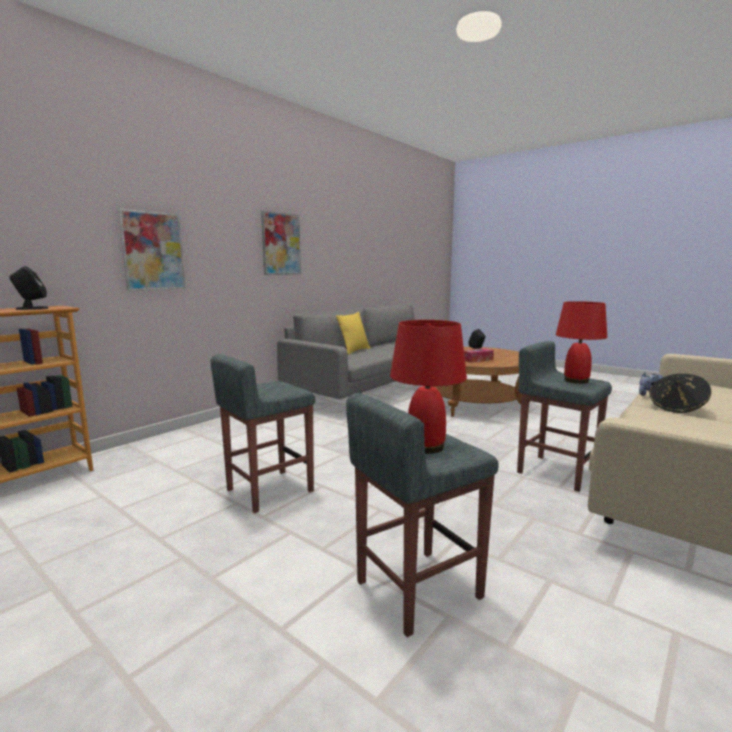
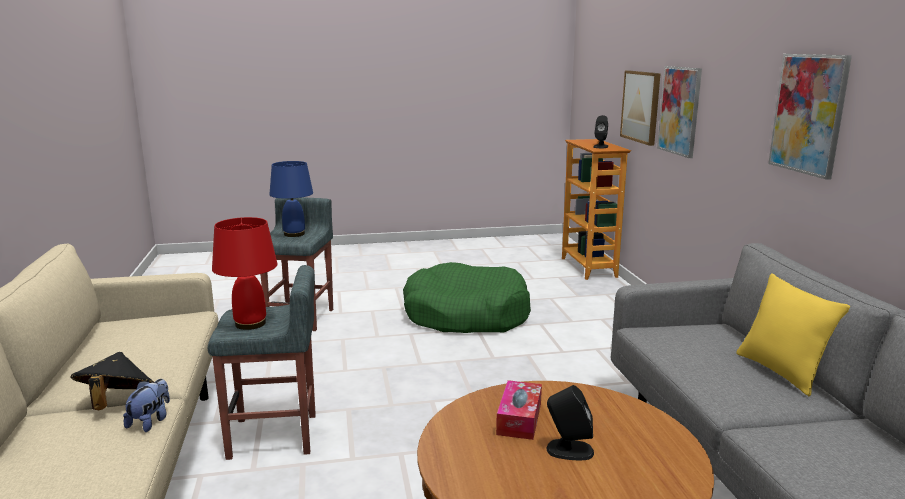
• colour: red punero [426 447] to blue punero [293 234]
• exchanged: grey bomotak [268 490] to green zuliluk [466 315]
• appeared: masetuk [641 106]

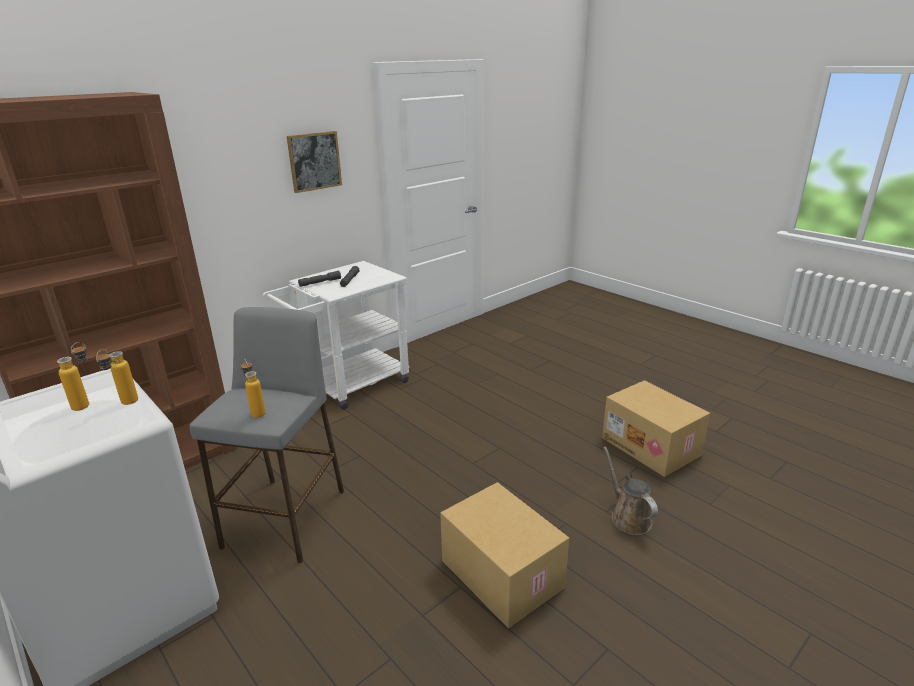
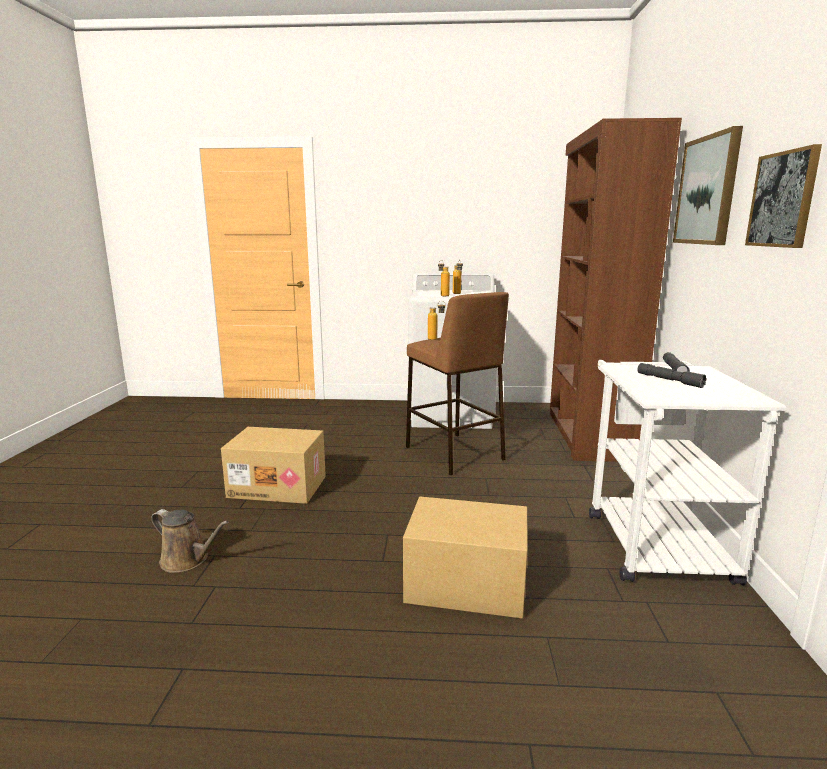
• colour: grey bomotak [286 517] to brown bomotak [454 453]
• relocated: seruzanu [652 446] to [465 585]
• appeared: masetuk [708 190]

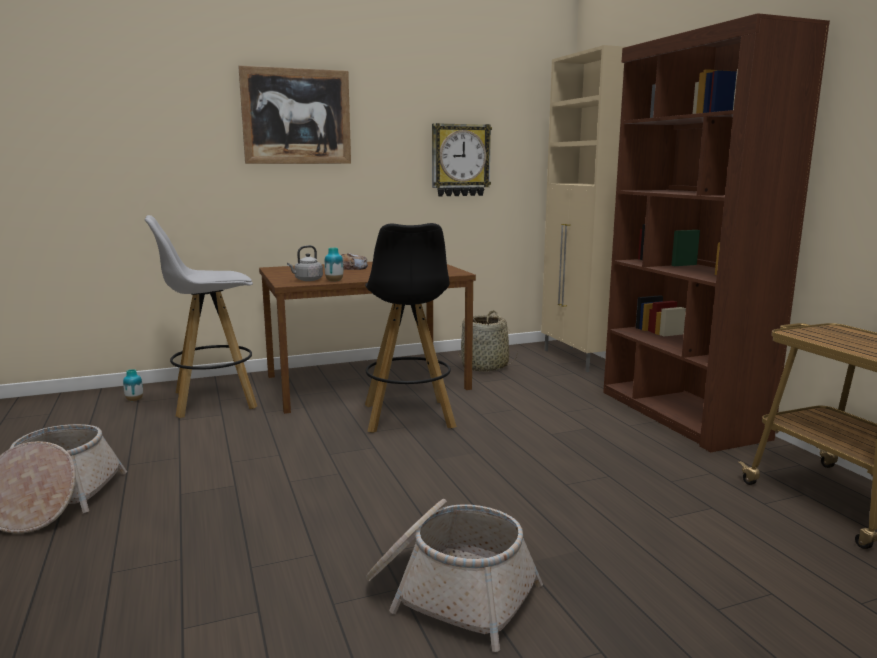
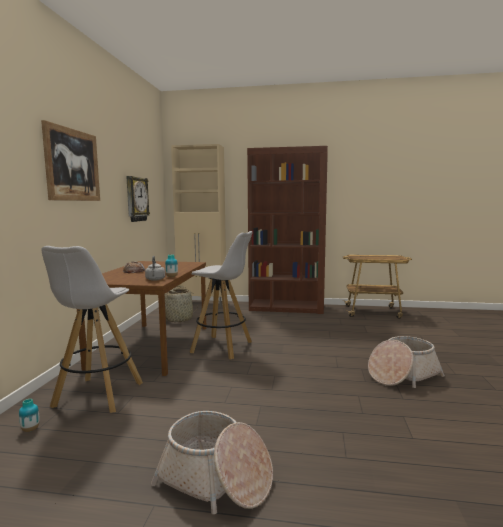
• colour: black bomotak [409 417] to white bomotak [223 347]

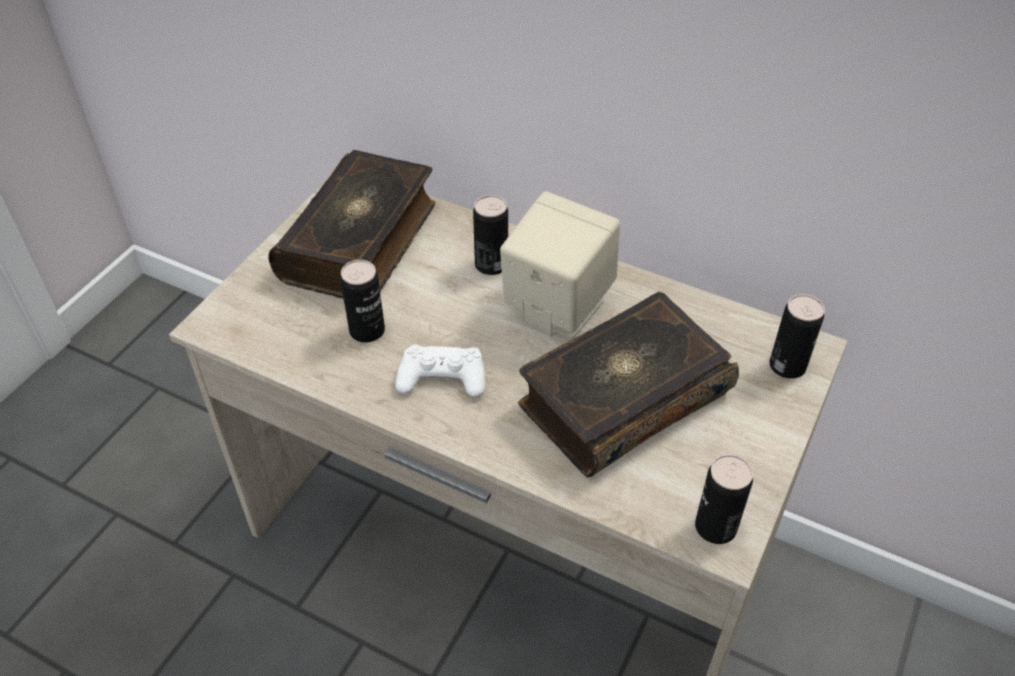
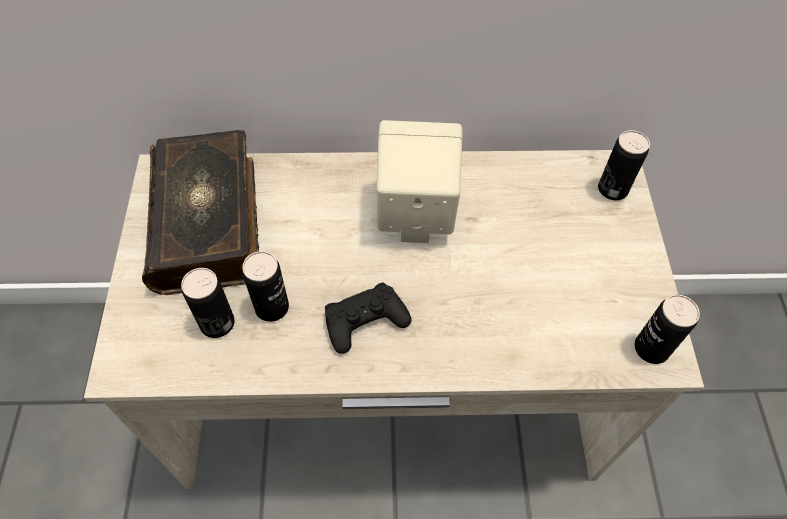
• relocated: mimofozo [491 265] to [217 323]
• missing: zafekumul [622 398]
• colour: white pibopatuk [442 377] to black pibopatuk [365 321]

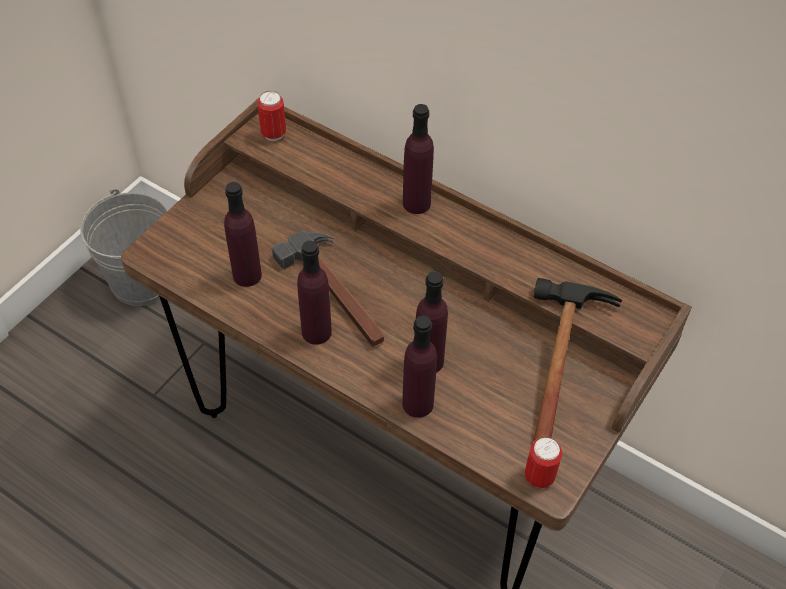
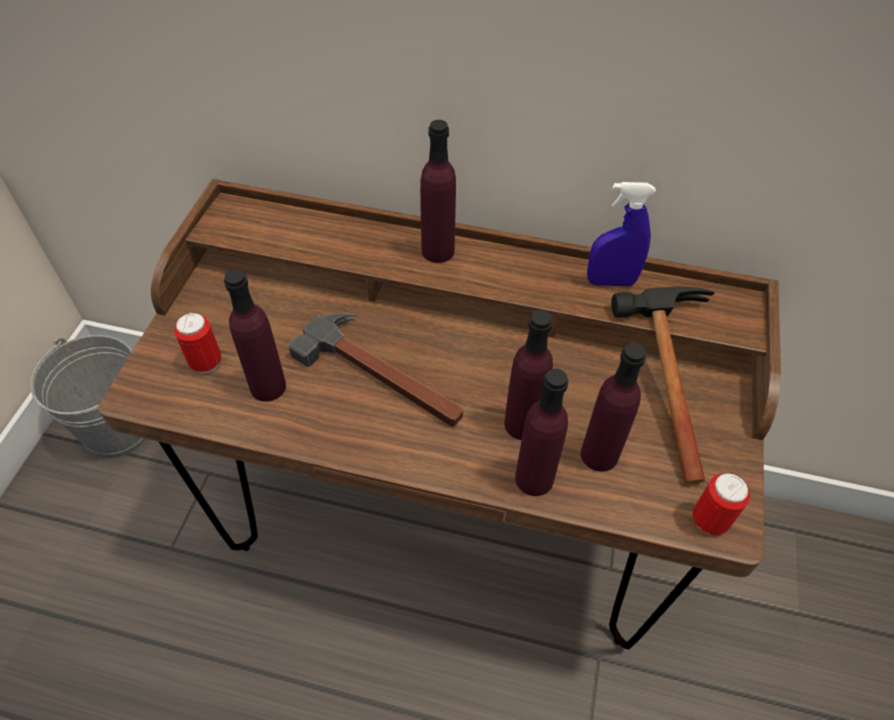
• relocated: mimofozo [273 134] to [206 362]
• relocated: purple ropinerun [316 332] to [599 455]
• appeared: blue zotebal [611 281]

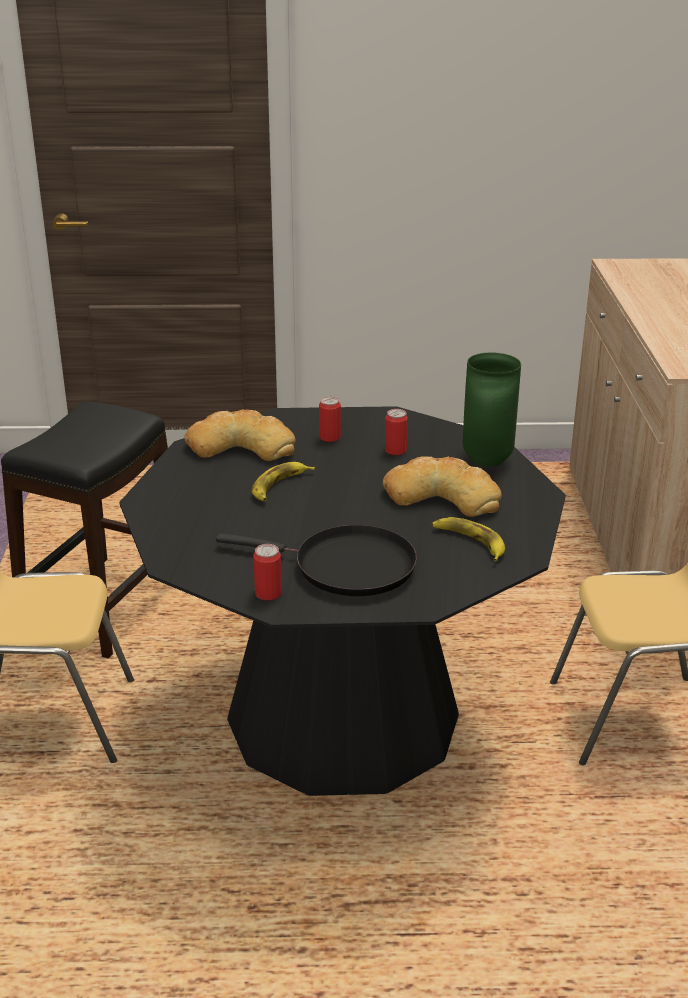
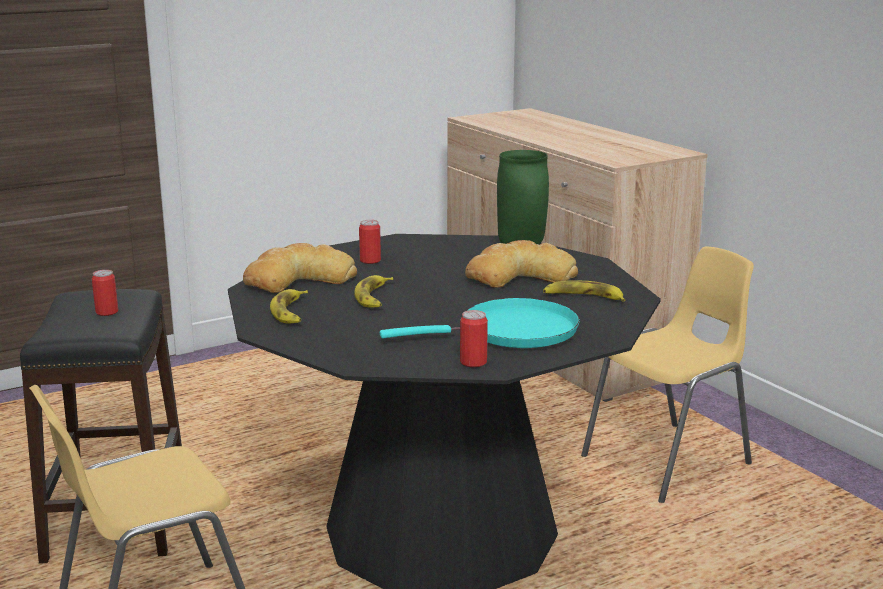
• relocated: mimofozo [395 450] to [107 312]
• colour: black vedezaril [346 567] to turquoise vedezaril [511 332]
• appeared: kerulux [291 312]

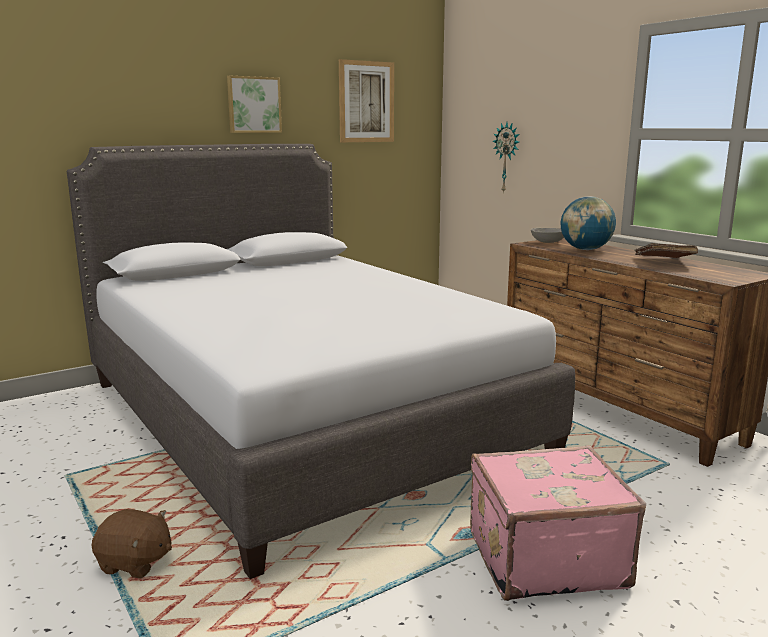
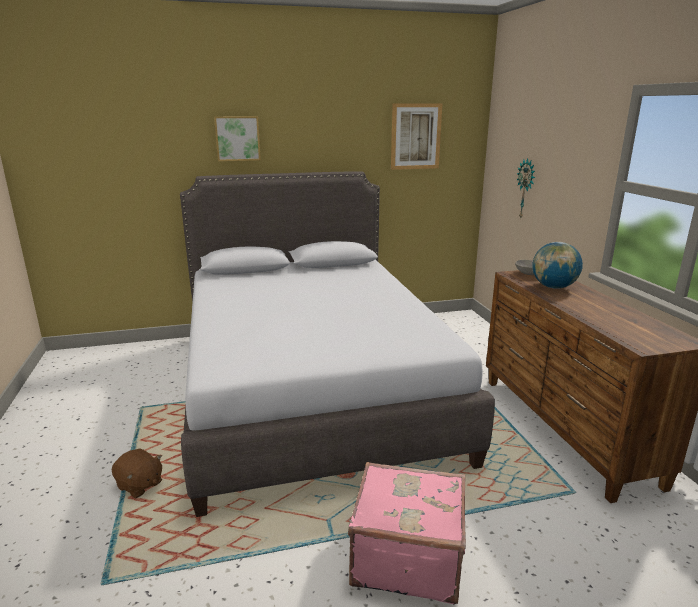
• relocated: masetuk [253 105] to [237 138]
• missing: brown zafekumul [663 262]

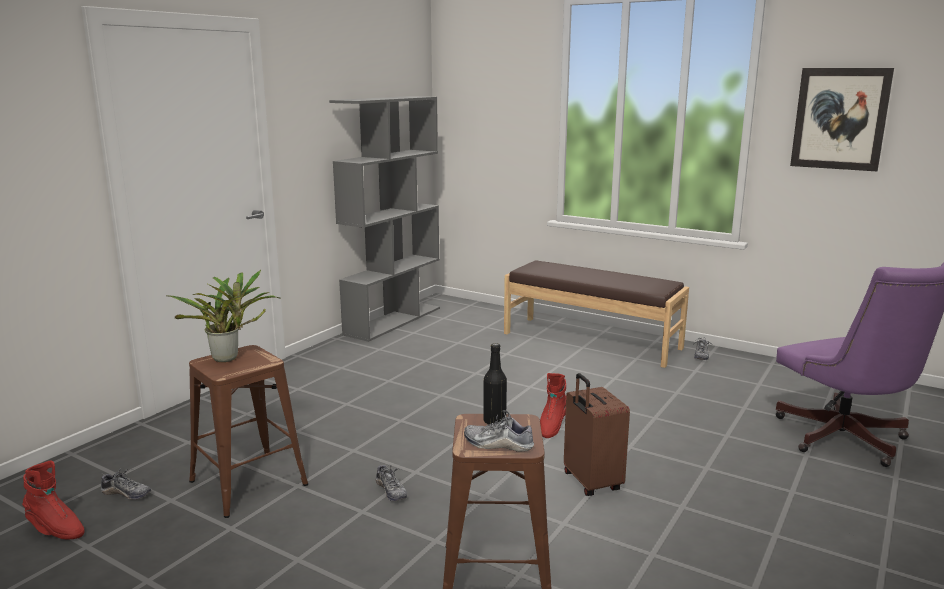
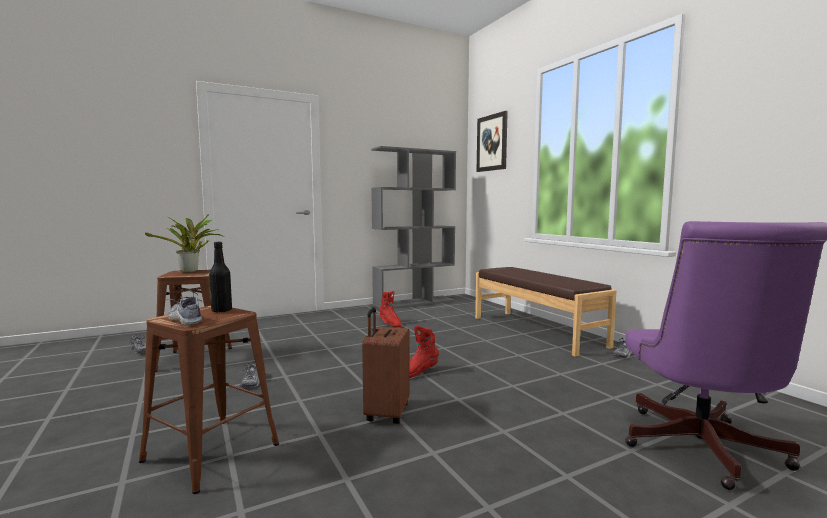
• relocated: masetuk [840 119] to [492 143]
• relocated: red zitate [55 530] to [390 324]

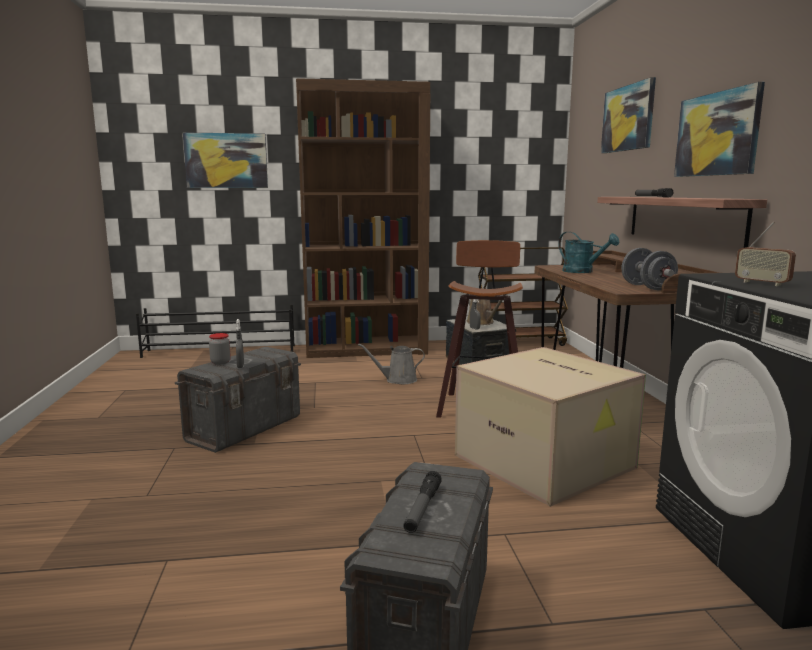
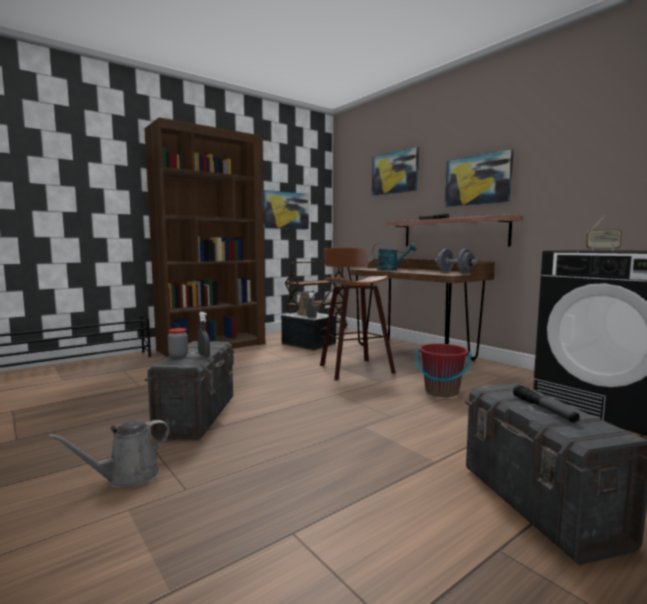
• relocated: masetuk [226 160] to [284 210]
• relocated: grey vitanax [398 380] to [128 477]
• exchanged: seruzanu [547 461] to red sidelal [441 392]

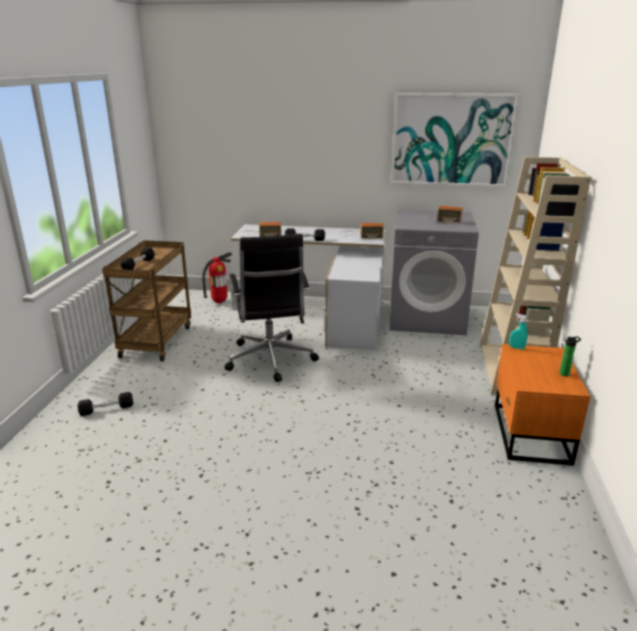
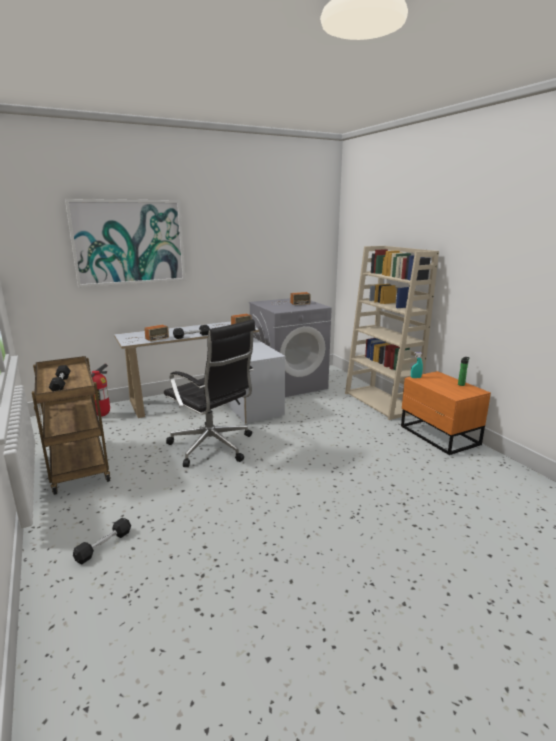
• relocated: masetuk [451 140] to [129 242]

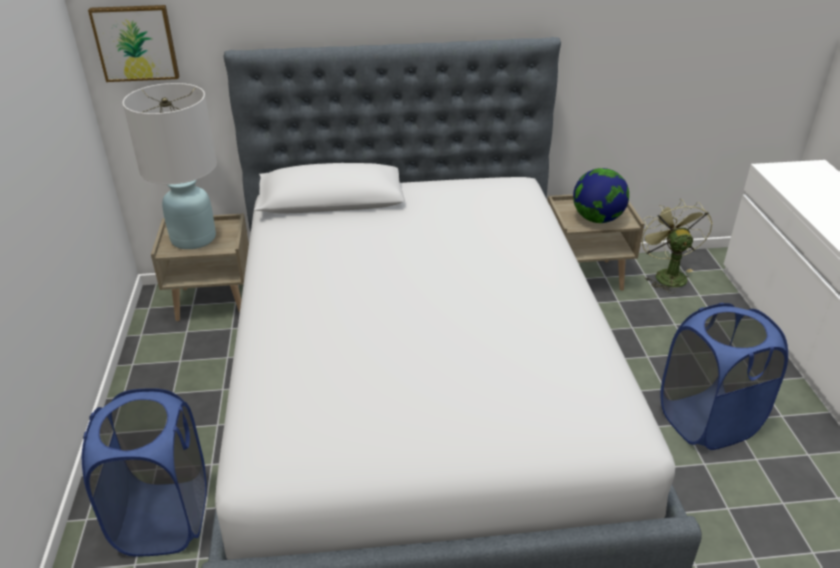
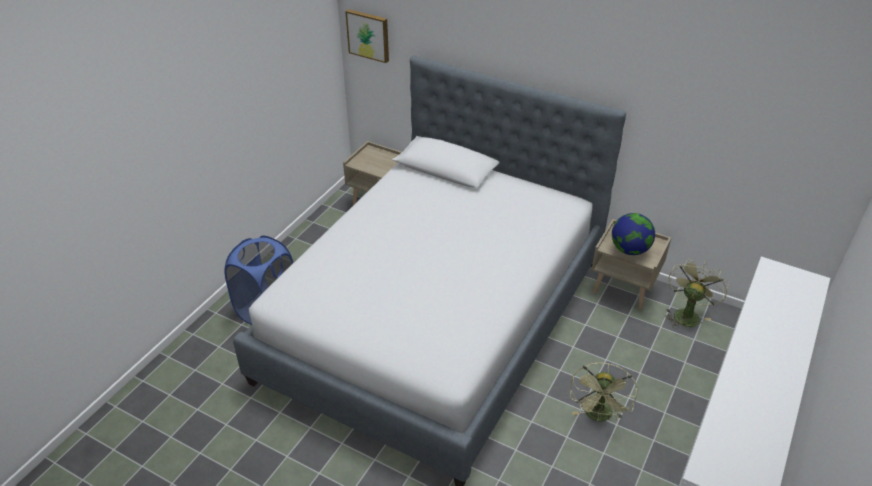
• missing: white punero [194 238]
• exchanged: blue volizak [707 421] to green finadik [598 416]

